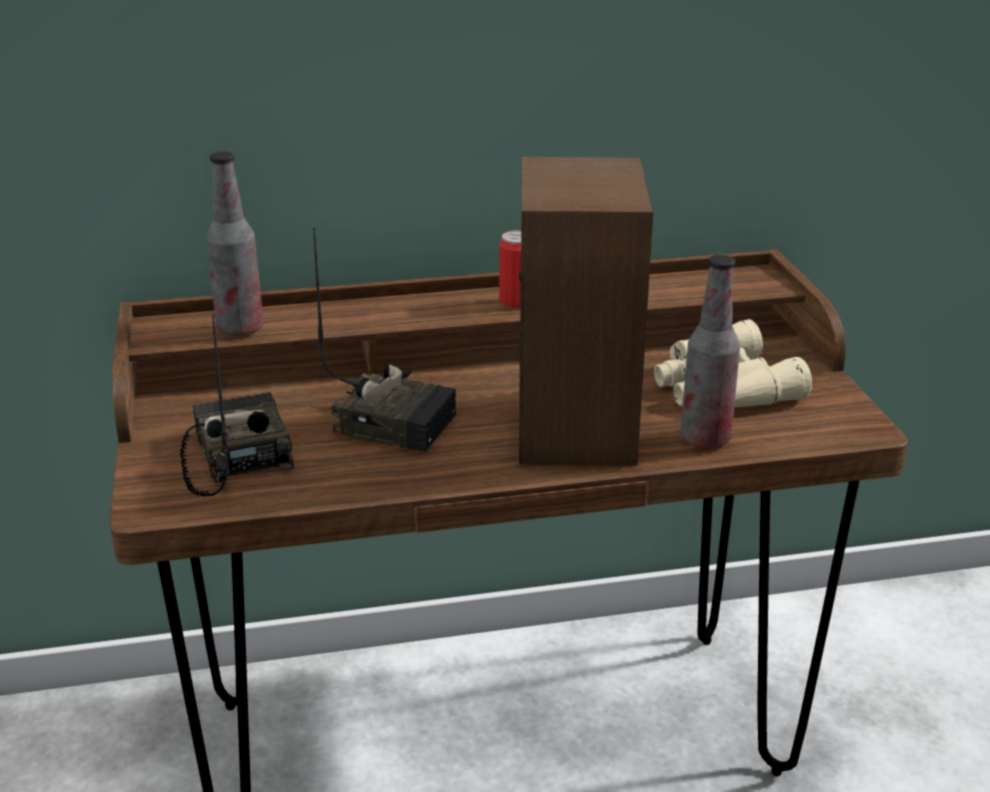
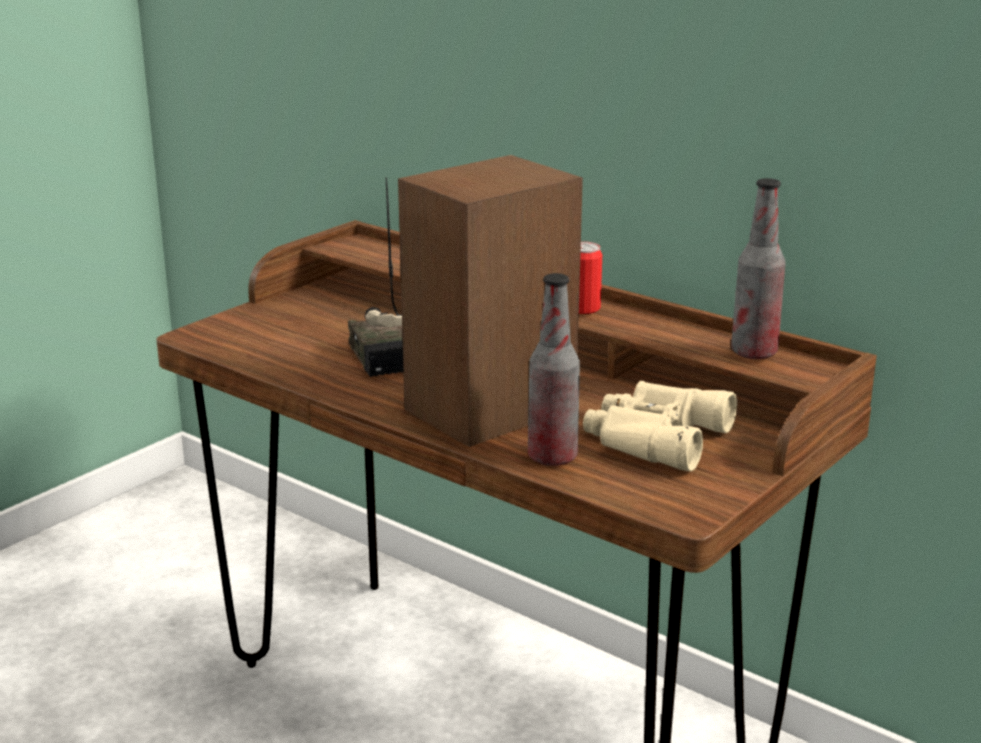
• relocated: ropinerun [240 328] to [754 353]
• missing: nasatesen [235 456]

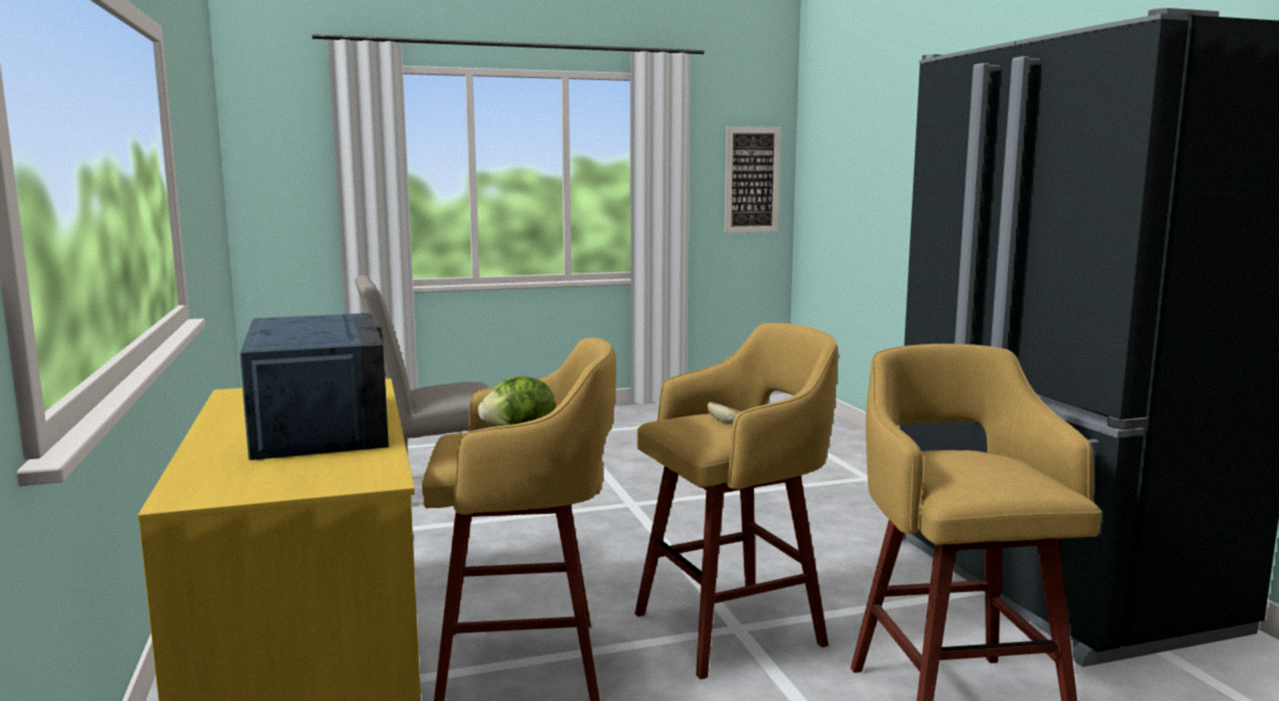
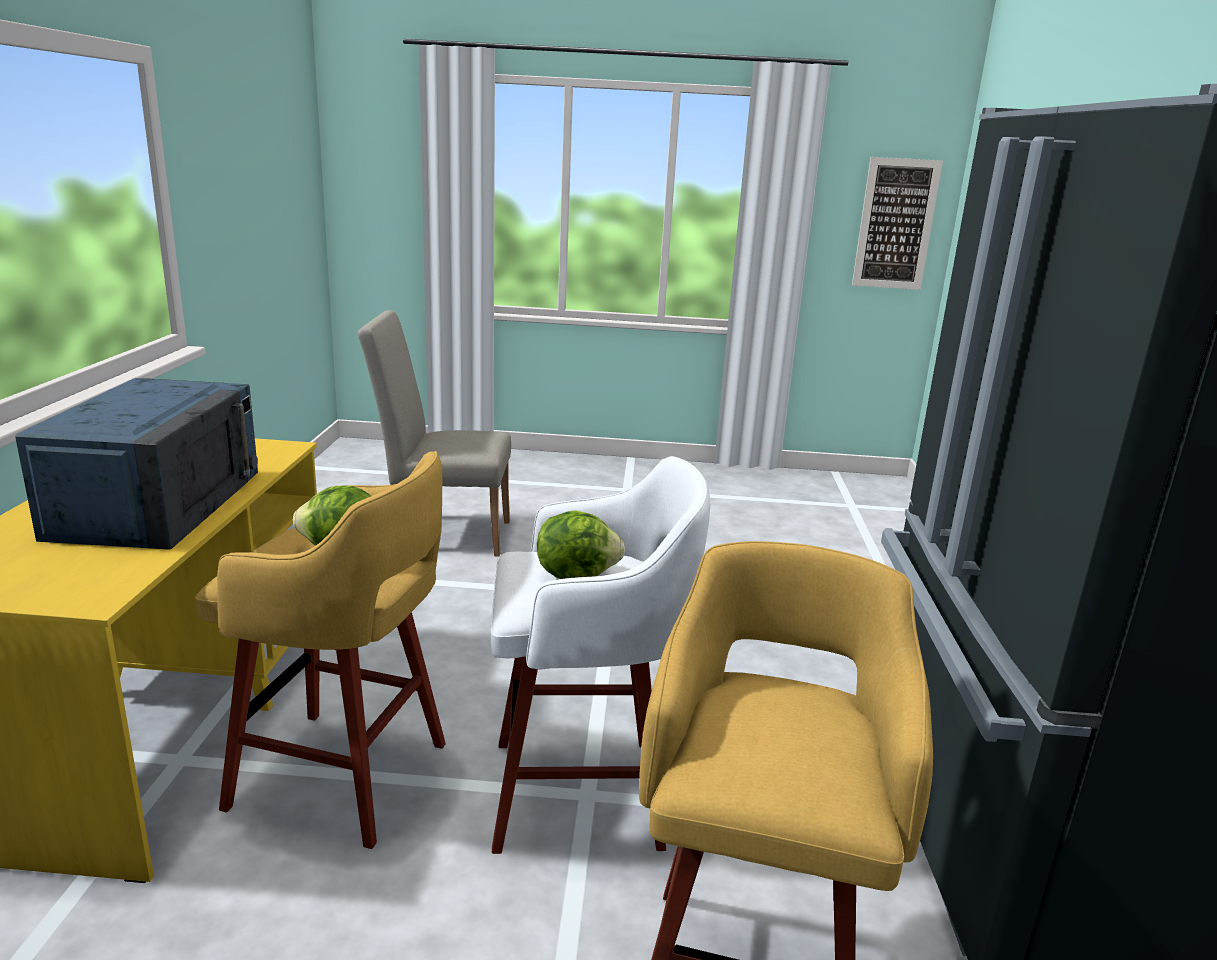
• colour: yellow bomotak [734 628] to white bomotak [584 793]
• exchanged: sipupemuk [725 422] to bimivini [576 575]

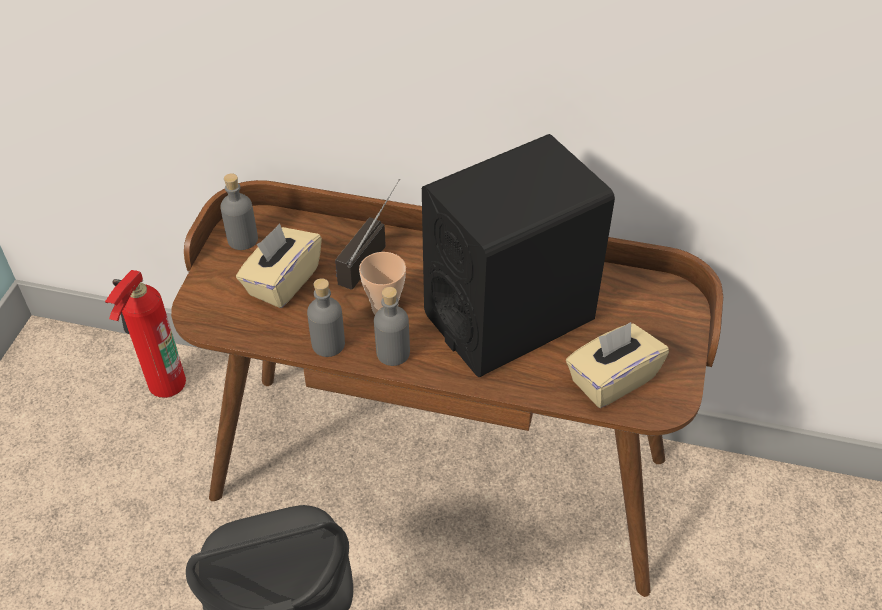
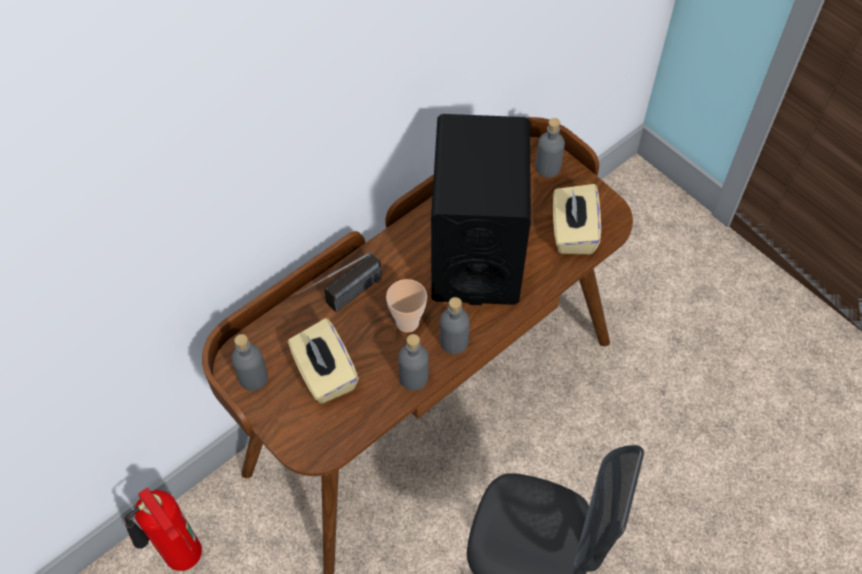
• spun: nasatesen [369 253] = [342 301] 105 degrees counterclockwise
• appeared: grey ropinerun [547 167]

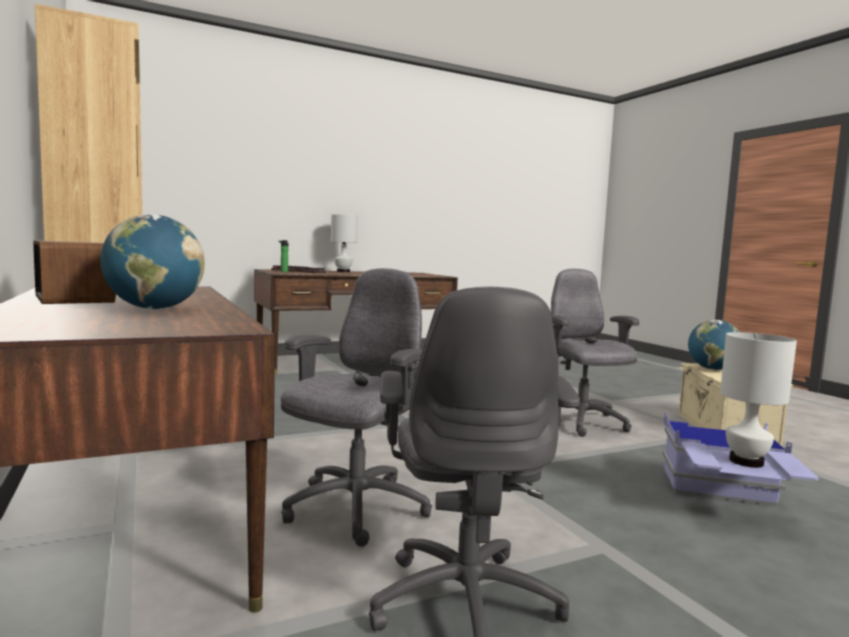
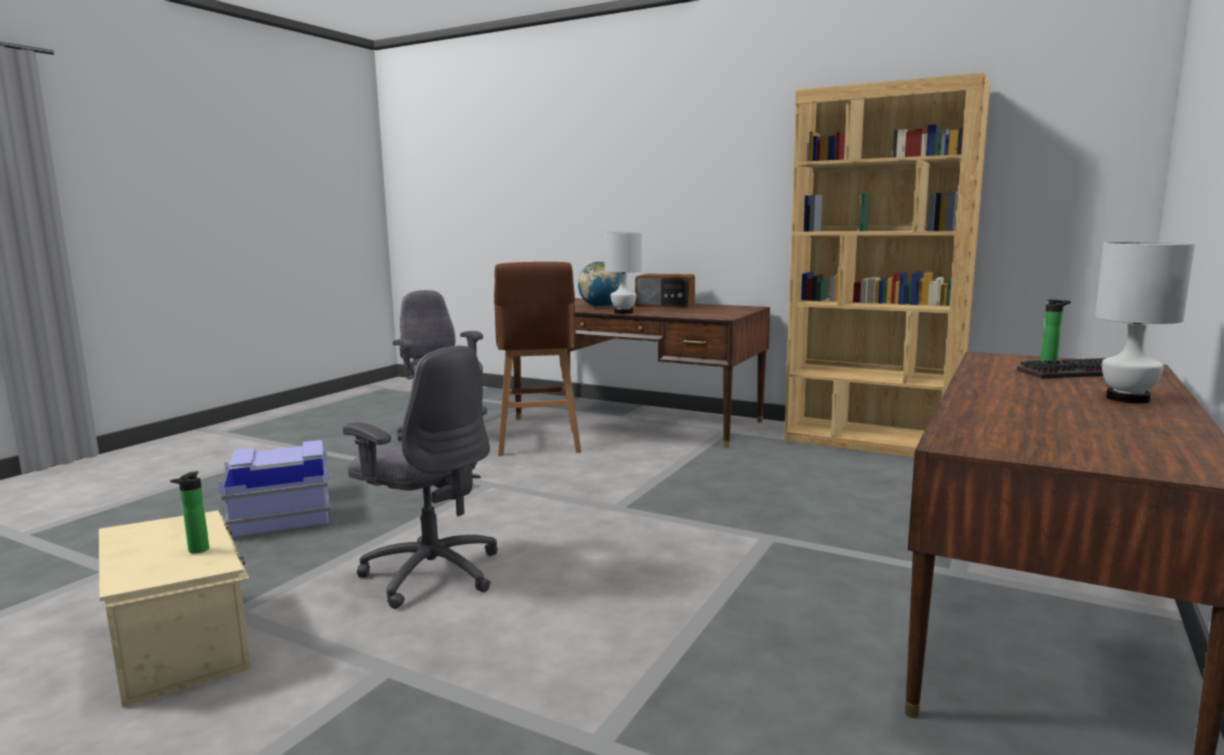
• exchanged: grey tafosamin [354 509] to brown bomotak [539 444]
• exchanged: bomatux [712 369] to ropinerun [196 551]
• relocated: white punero [746 462] to [623 312]

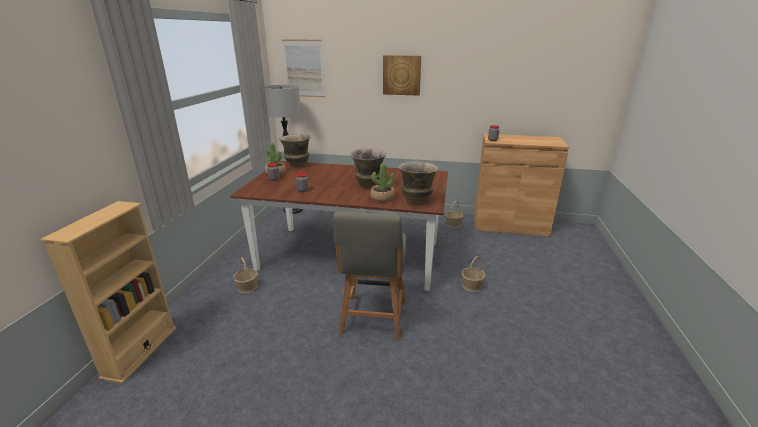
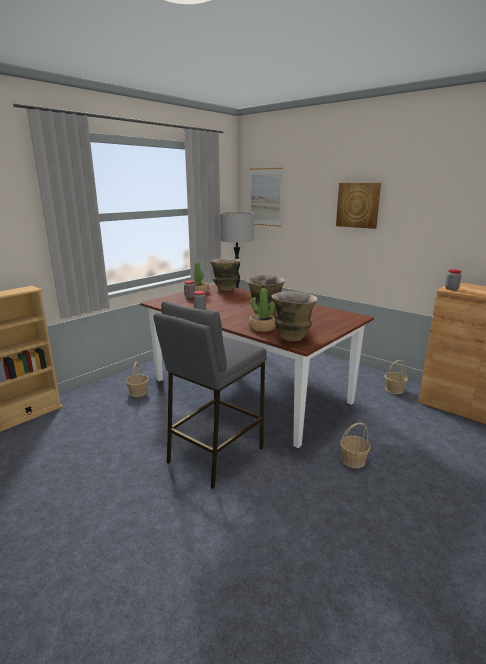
• exchanged: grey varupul [373 318] to grey bomotak [214 454]

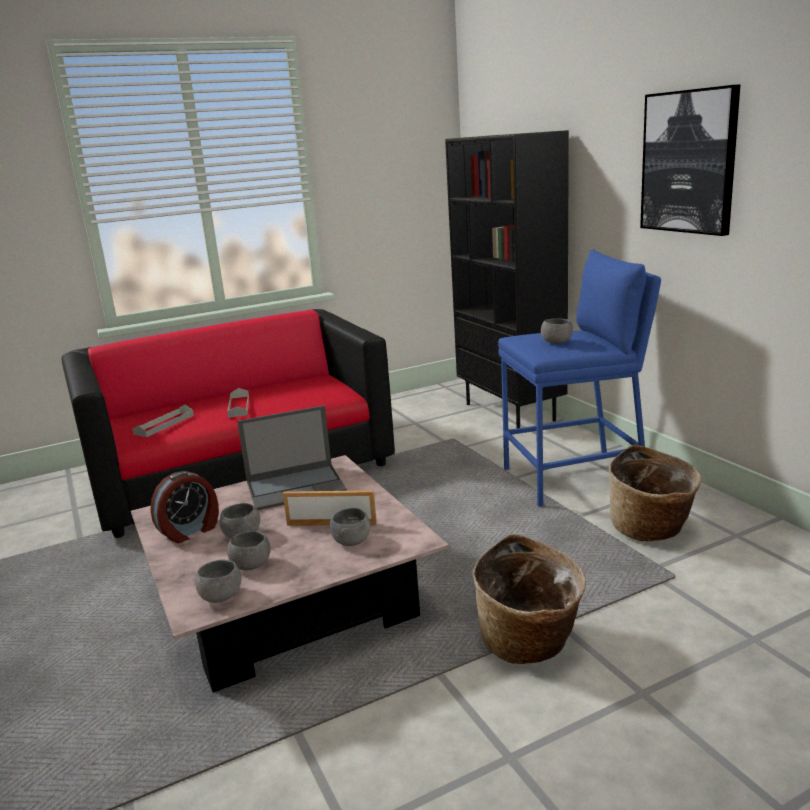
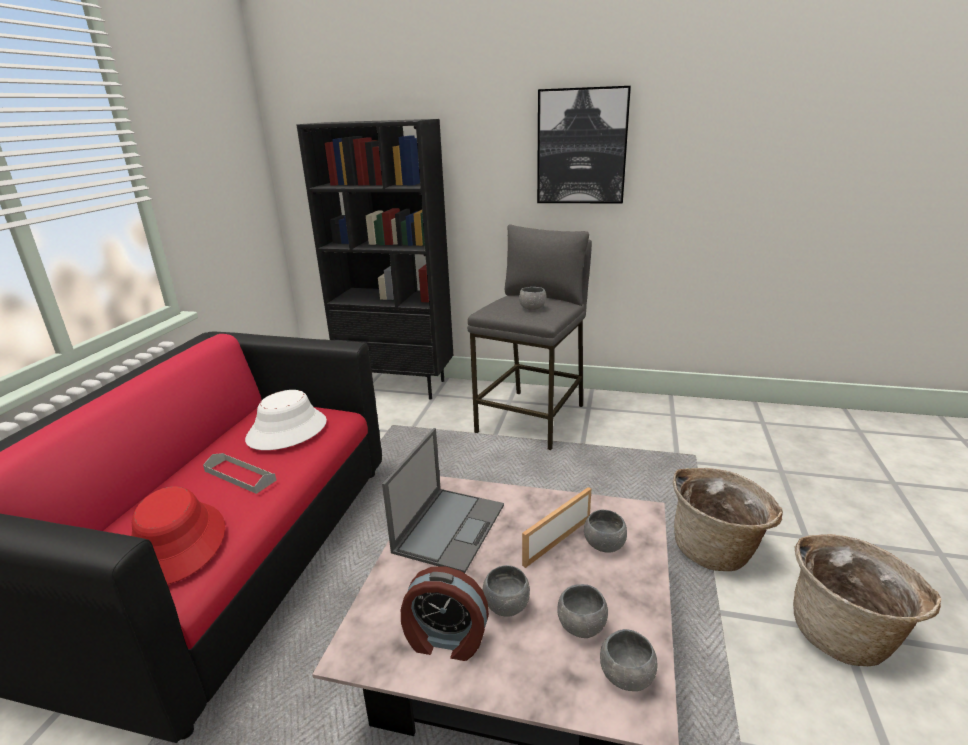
• colour: blue bomotak [574 478] to grey bomotak [532 418]
• exchanged: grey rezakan [164 424] to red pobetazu [176 543]
• relocated: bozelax [651 530] to [845 633]
• spun: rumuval [190 531] = [445 641] 105 degrees clockwise
• appeared: white pobetazu [287 430]

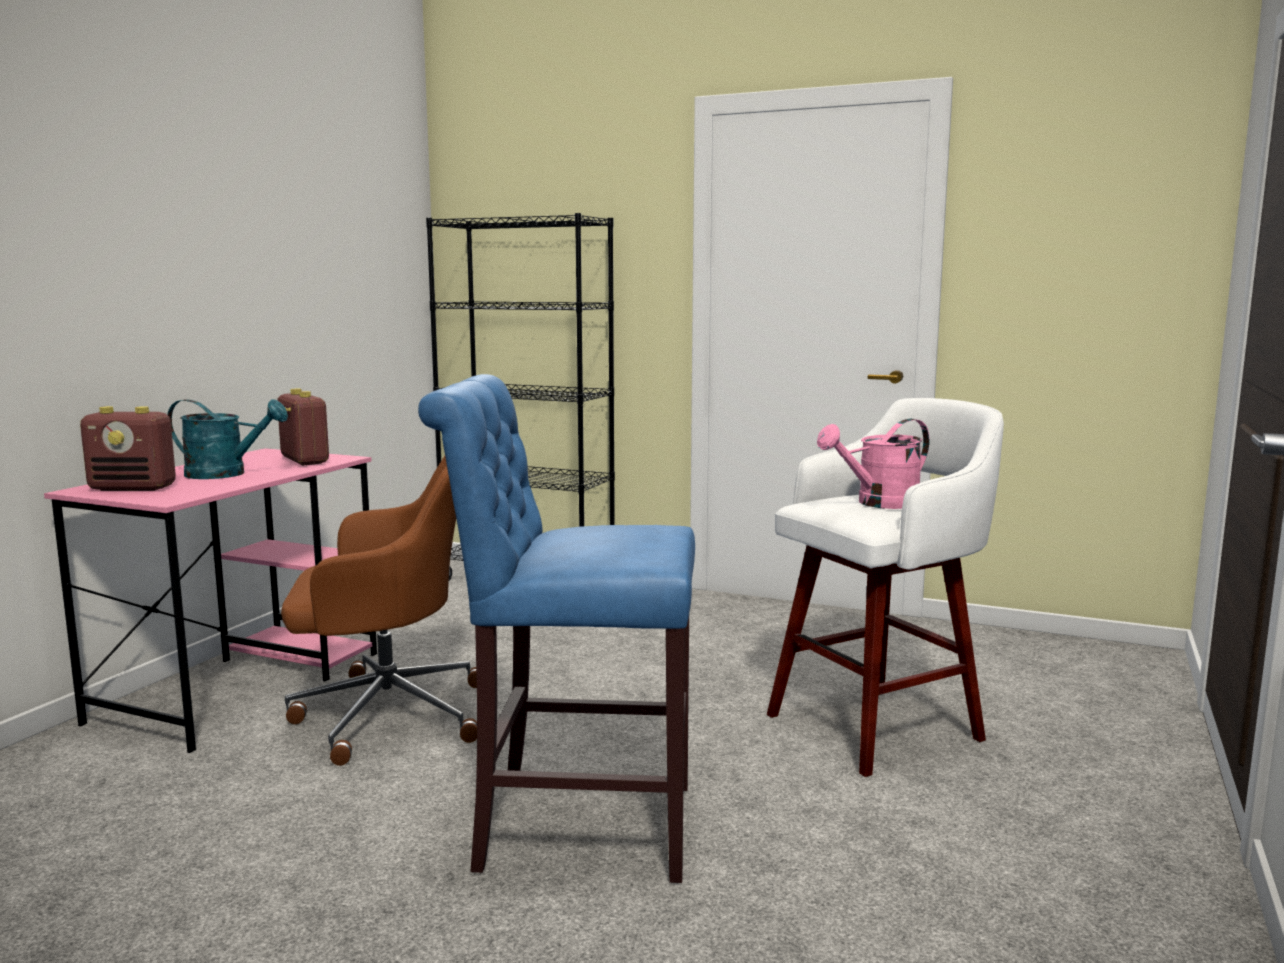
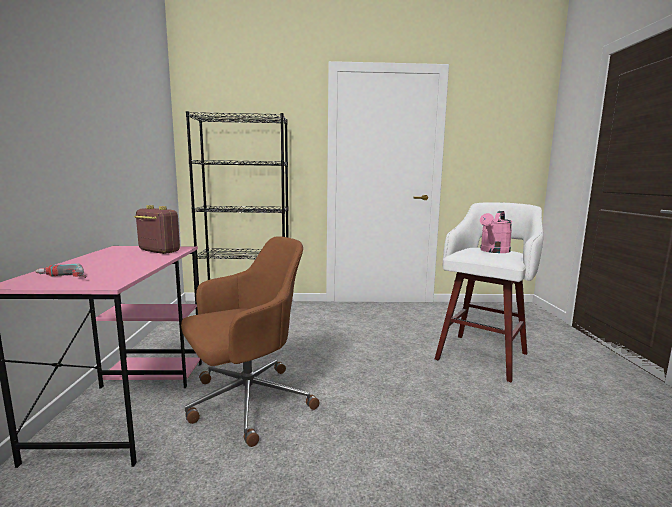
• missing: blue bomotak [572 827]
• missing: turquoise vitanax [226 474]
• exchanged: nasatesen [134 488] to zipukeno [61 278]

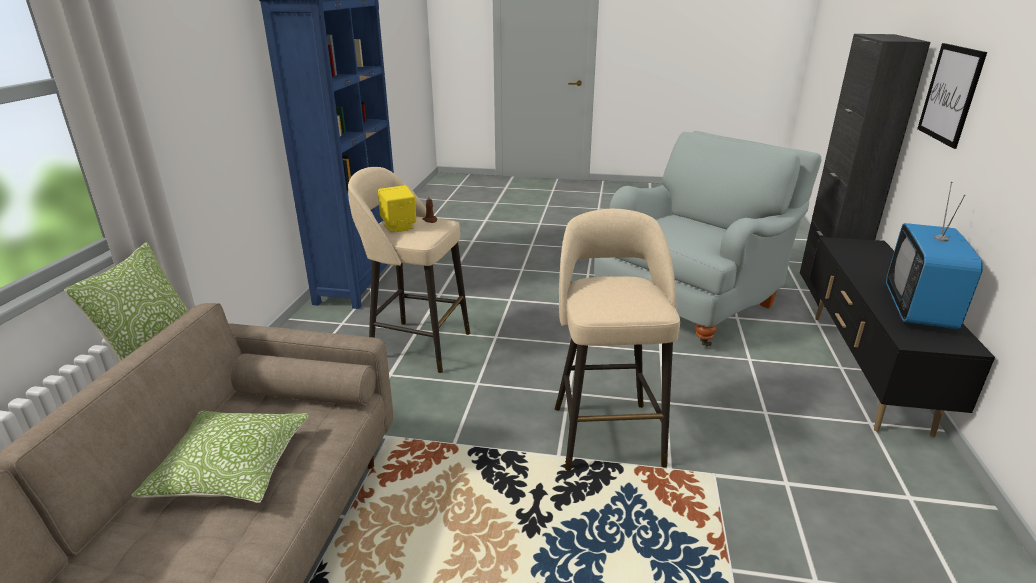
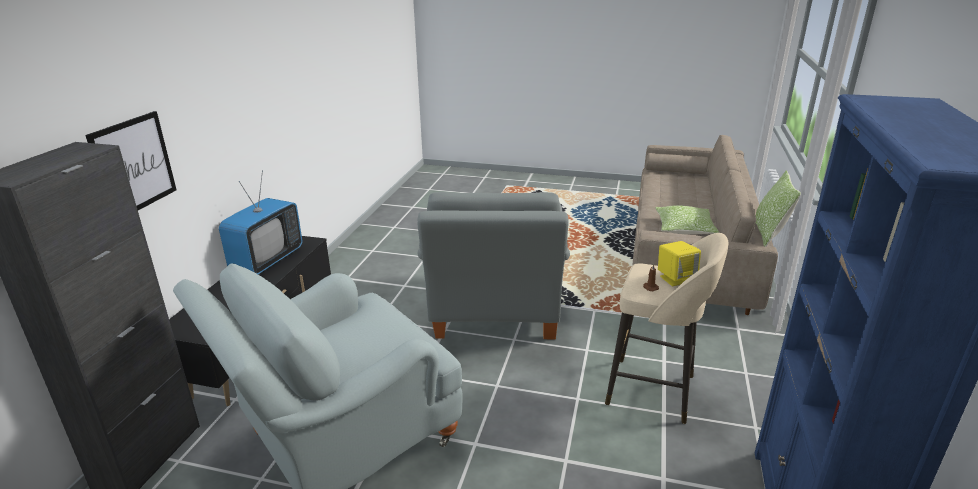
• exchanged: beige bomotak [606 433] to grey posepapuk [494 312]

